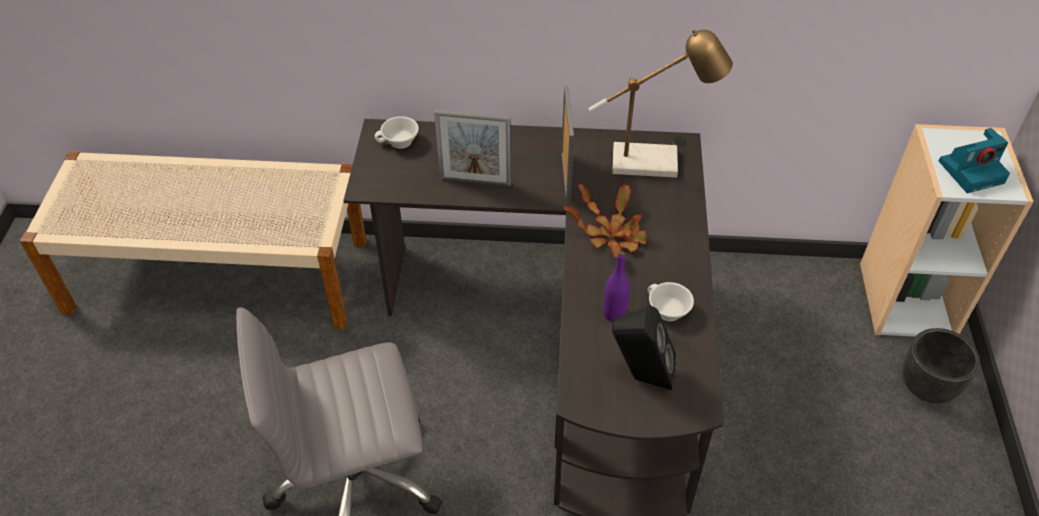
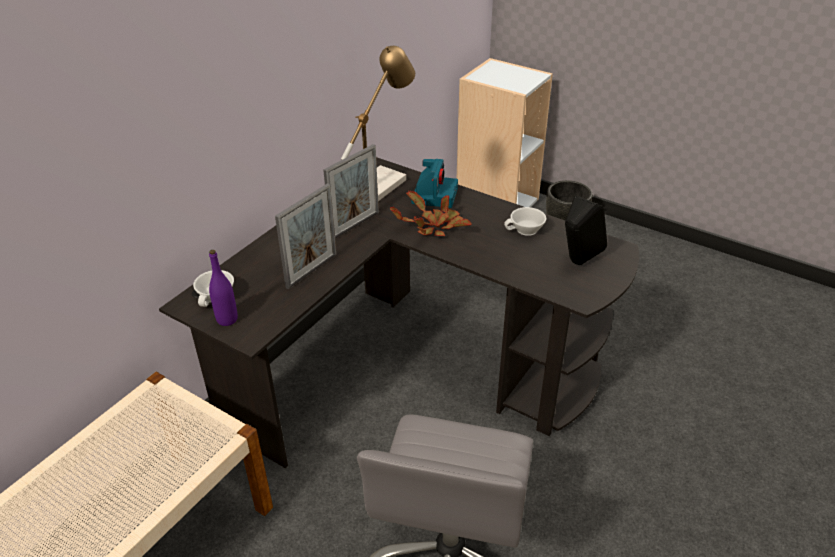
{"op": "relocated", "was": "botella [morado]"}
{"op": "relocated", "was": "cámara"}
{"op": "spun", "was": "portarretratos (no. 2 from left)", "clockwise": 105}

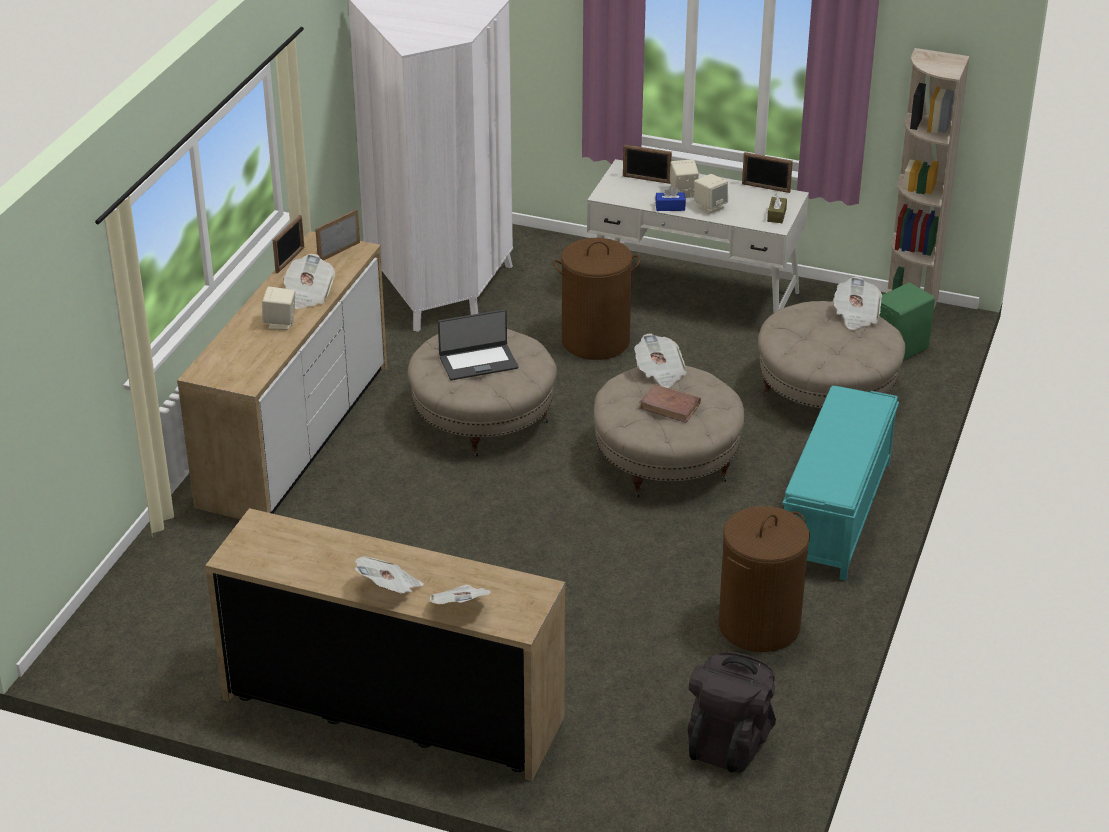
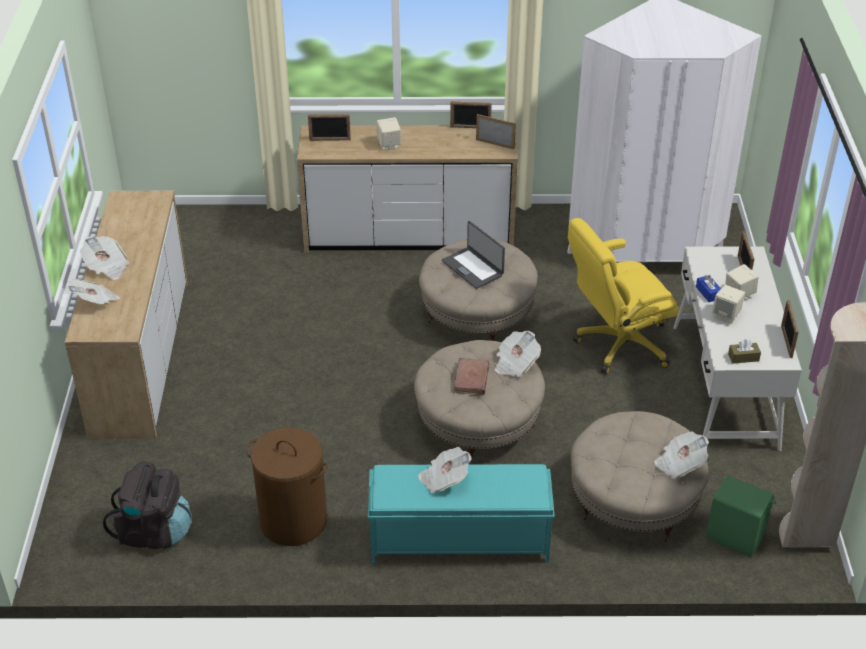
{"op": "appeared", "now": "portarretratos (no. 1 from left)"}
{"op": "relocated", "was": "periódico (no. 1 from left in the first image)", "now": "periódico (no. 3 from left)"}
{"op": "exchanged", "was": "cesto de la ropa [marrón] (no. 1 from left)", "now": "silla de oficina [amarillo]"}

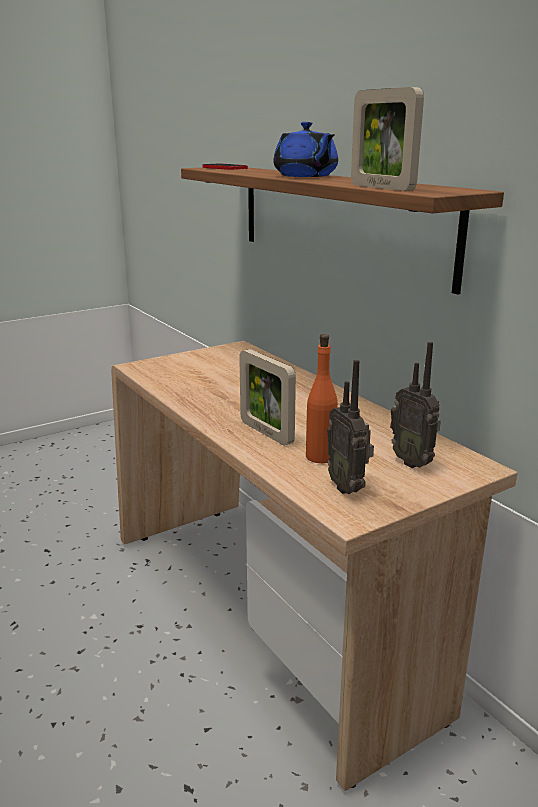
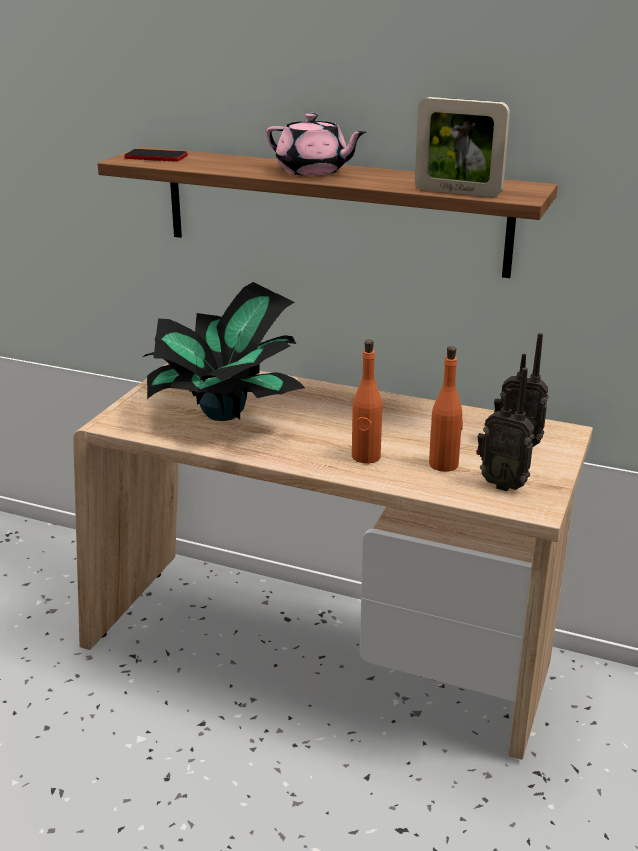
{"op": "appeared", "now": "planta en maceta"}
{"op": "exchanged", "was": "portarretratos (no. 1 from left)", "now": "botella [naranja] (no. 1 from left)"}
{"op": "colour", "was": "tetera [azul]", "now": "tetera [rosa]"}

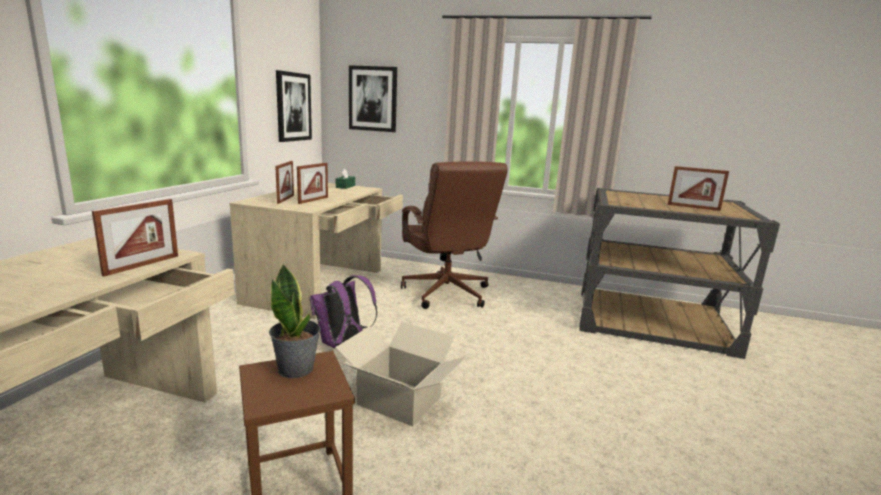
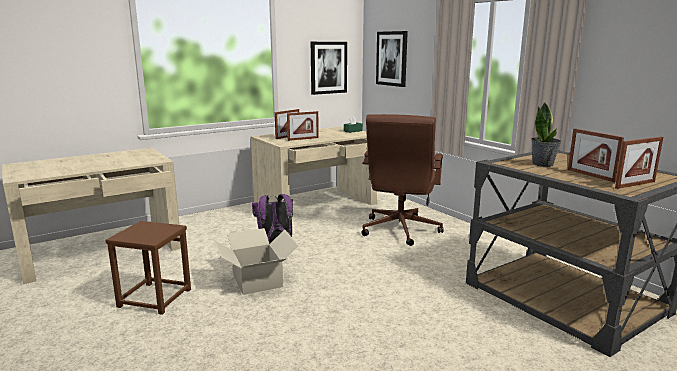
{"op": "relocated", "was": "portarretratos (no. 1 from left in the first image)", "now": "portarretratos (no. 4 from left)"}
{"op": "relocated", "was": "planta en maceta"}

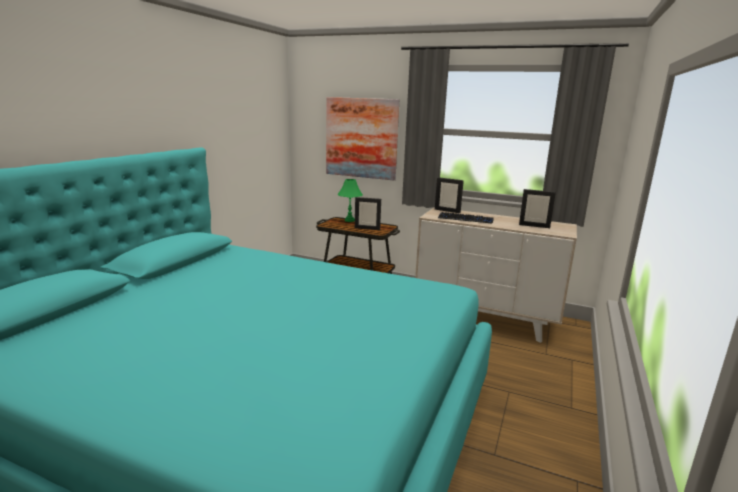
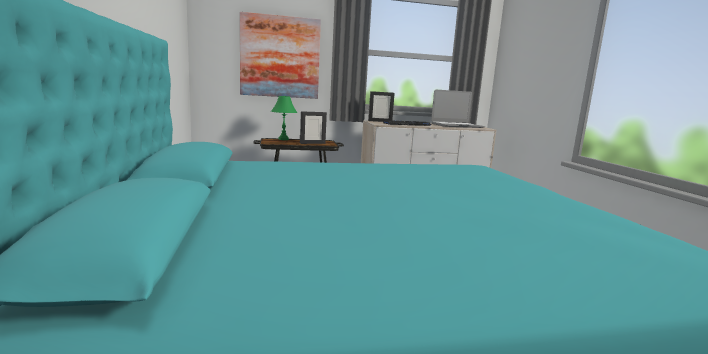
{"op": "exchanged", "was": "portarretratos (no. 3 from left)", "now": "portátil"}

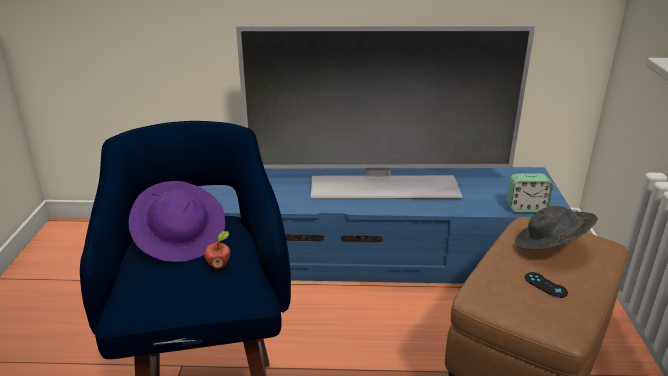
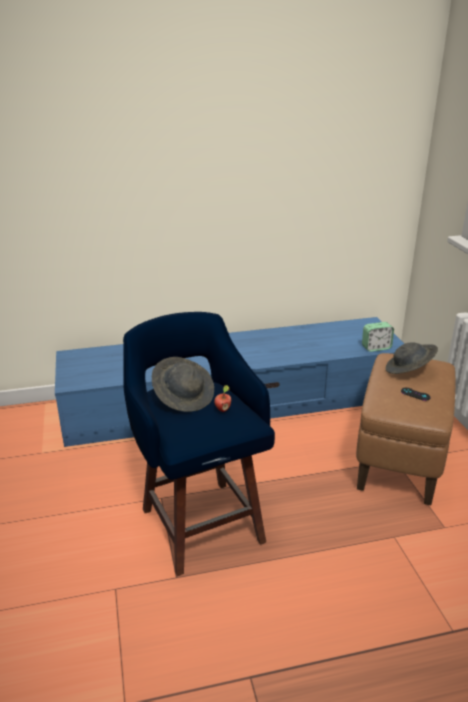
{"op": "missing", "was": "televisor"}
{"op": "colour", "was": "sombrero [morado]", "now": "sombrero [gris] (no. 1 from left)"}

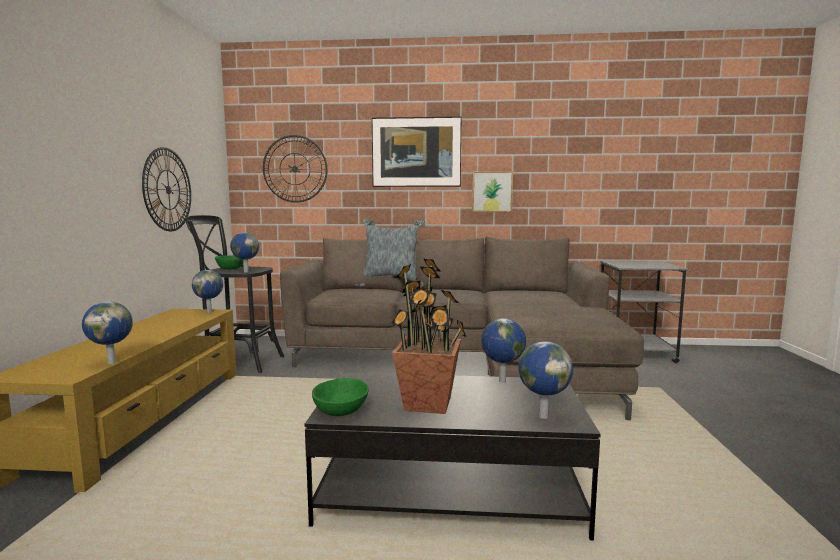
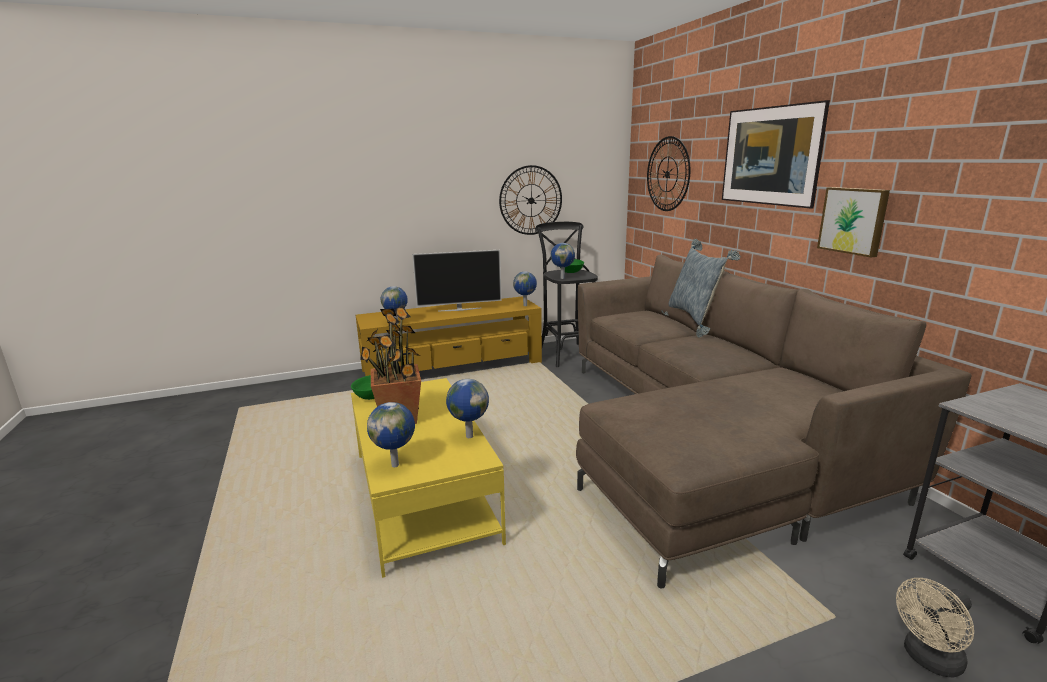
{"op": "appeared", "now": "televisor"}
{"op": "appeared", "now": "ventilador [beis]"}
{"op": "colour", "was": "mesa de centro [negro]", "now": "mesa de centro [amarillo]"}

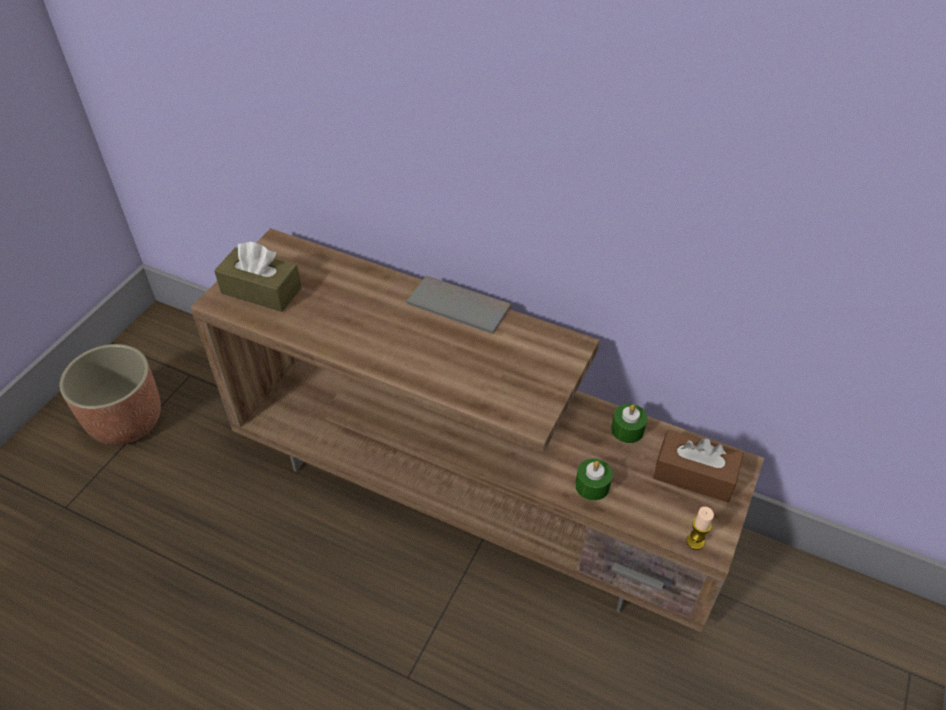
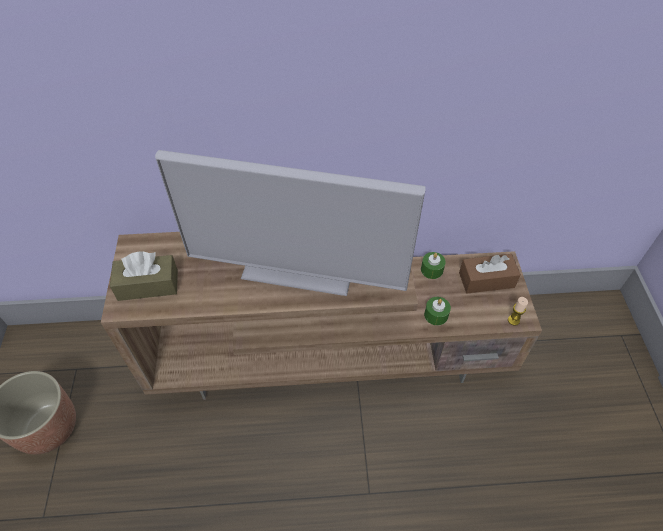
{"op": "appeared", "now": "televisor"}

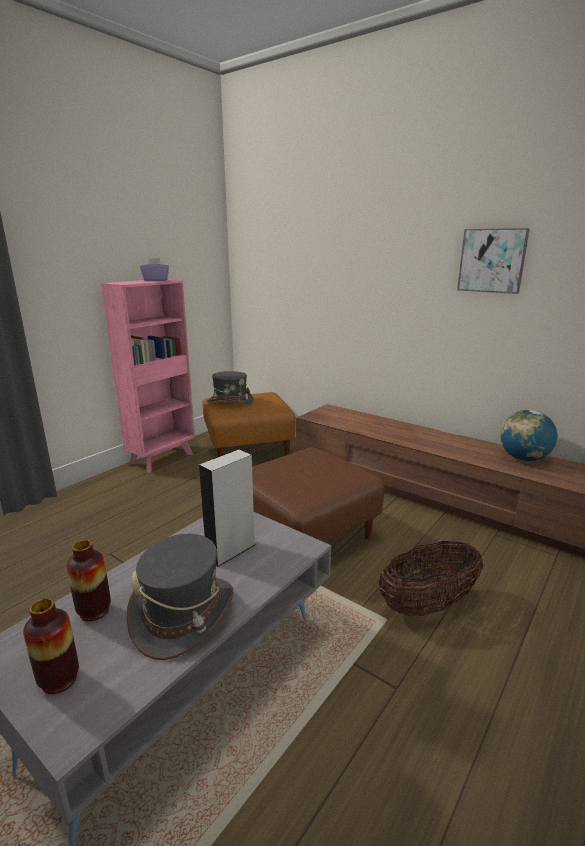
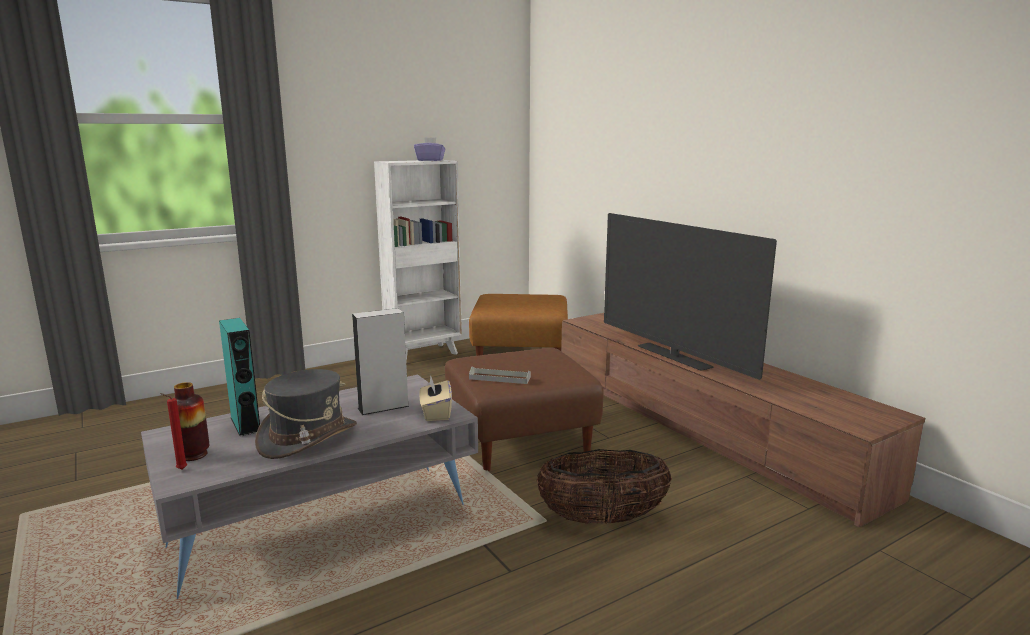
{"op": "missing", "was": "sombrero [gris] (no. 2 from left)"}
{"op": "missing", "was": "cuadro"}
{"op": "missing", "was": "globo terráqueo"}
{"op": "appeared", "now": "vela [rojo]"}
{"op": "appeared", "now": "caja de pañuelos [beis]"}
{"op": "appeared", "now": "bandeja [gris]"}
{"op": "appeared", "now": "televisor"}
{"op": "exchanged", "was": "florero (no. 2 from left)", "now": "altavoz [turquesa]"}
{"op": "colour", "was": "estantería [rosa]", "now": "estantería [blanco]"}

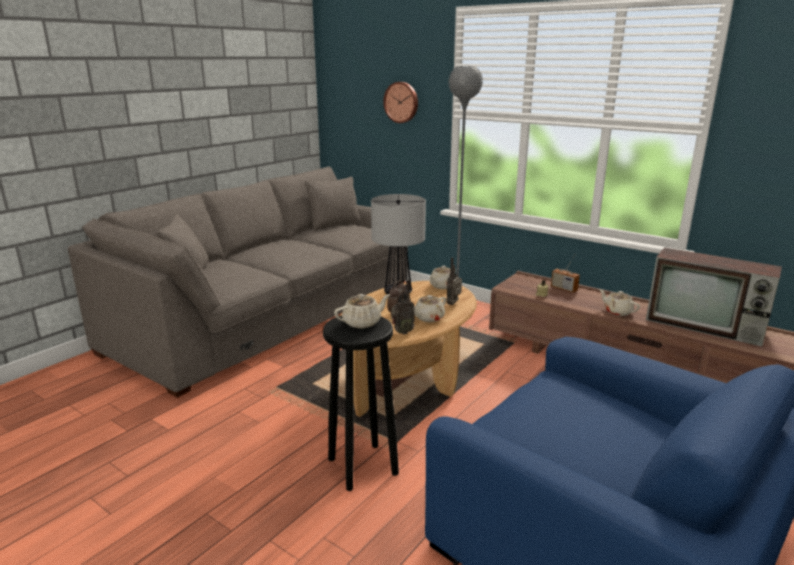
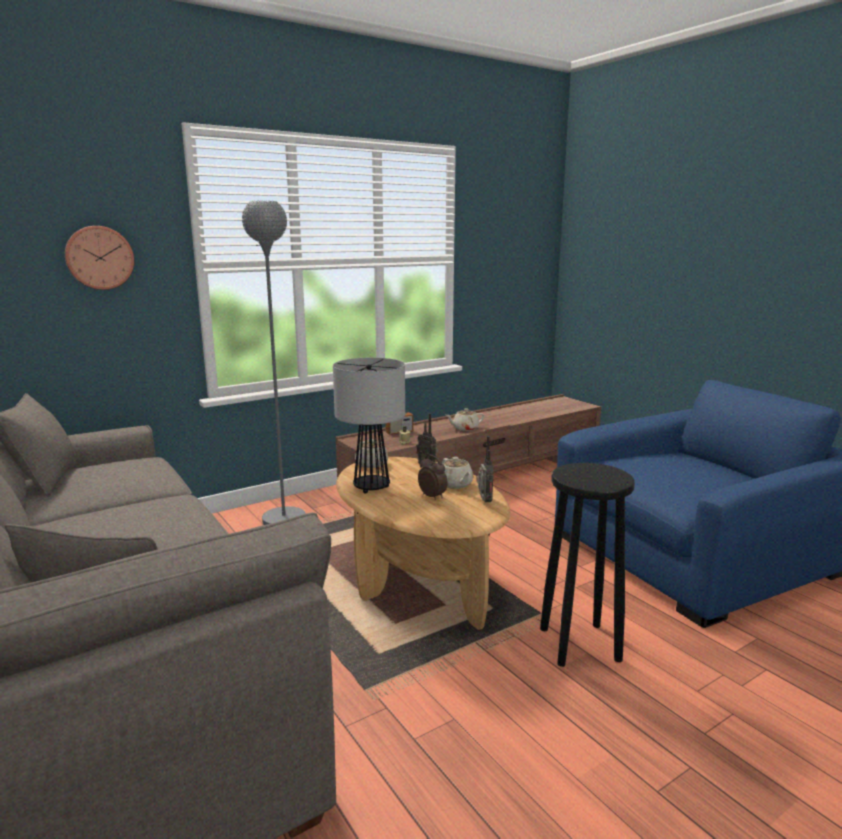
{"op": "missing", "was": "tetera [beis] (no. 1 from left)"}
{"op": "missing", "was": "televisor"}

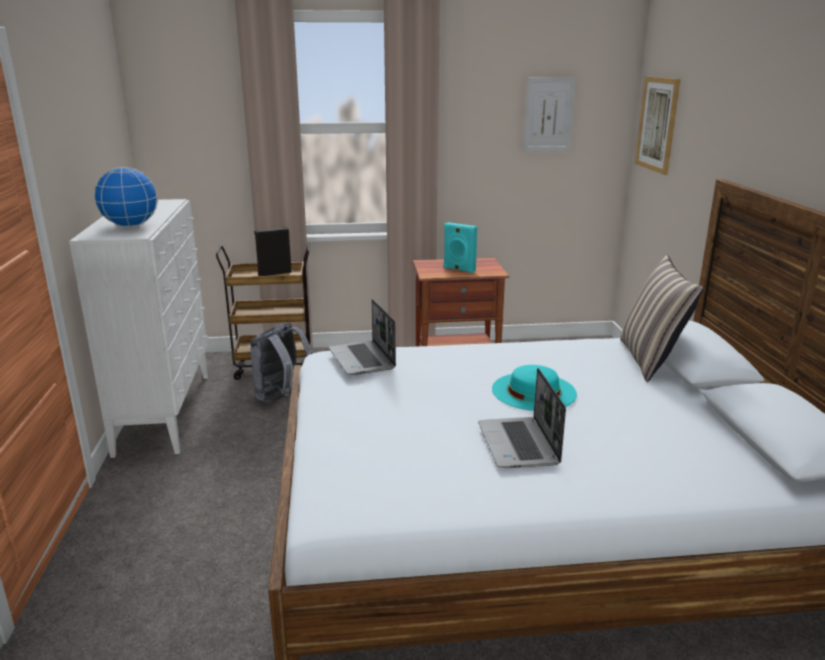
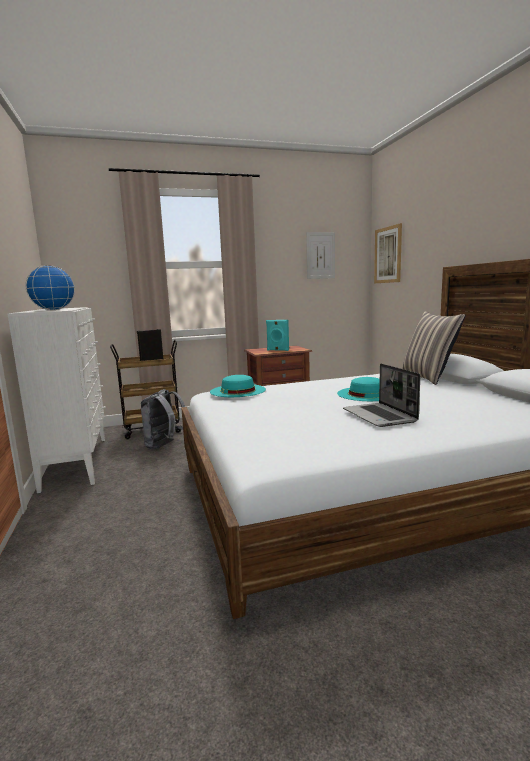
{"op": "exchanged", "was": "portátil (no. 1 from left)", "now": "sombrero [turquesa] (no. 1 from left)"}

